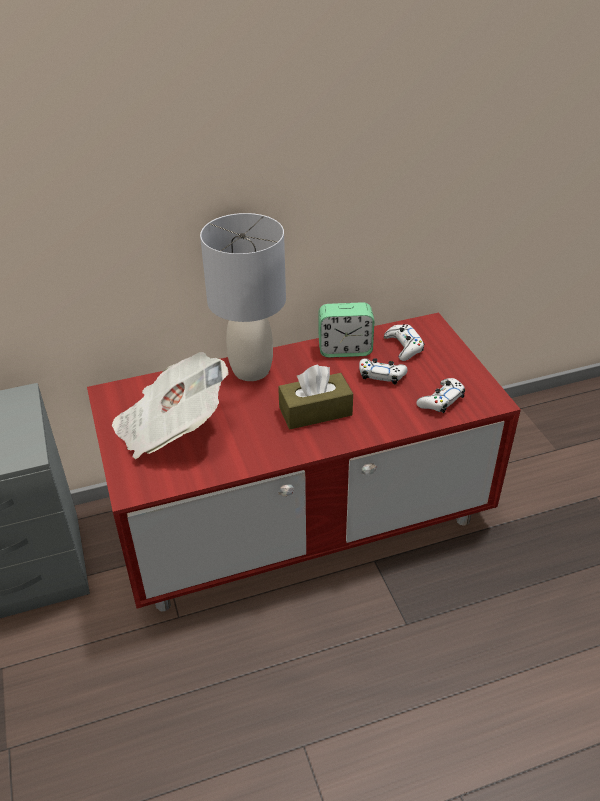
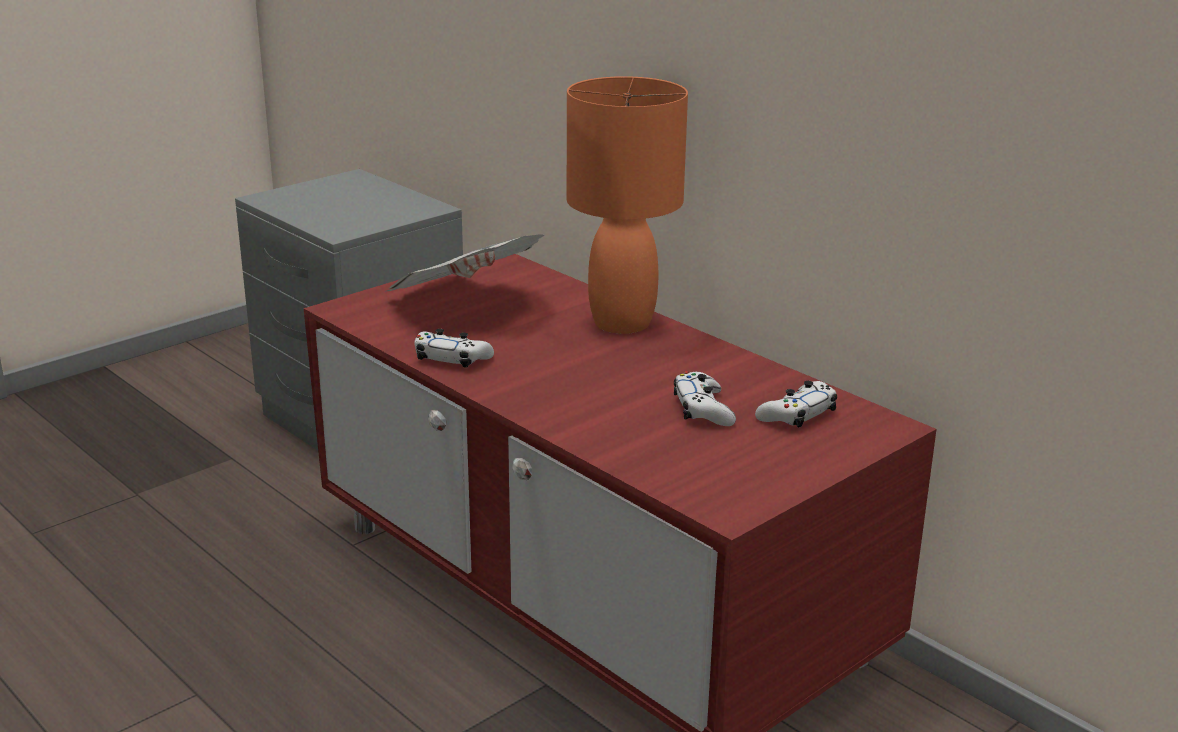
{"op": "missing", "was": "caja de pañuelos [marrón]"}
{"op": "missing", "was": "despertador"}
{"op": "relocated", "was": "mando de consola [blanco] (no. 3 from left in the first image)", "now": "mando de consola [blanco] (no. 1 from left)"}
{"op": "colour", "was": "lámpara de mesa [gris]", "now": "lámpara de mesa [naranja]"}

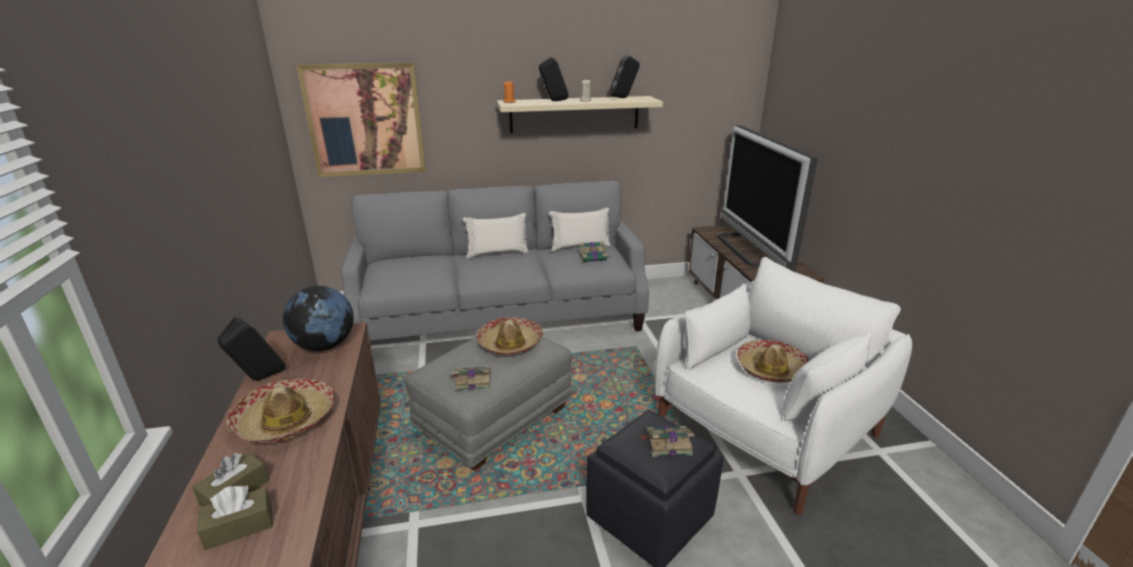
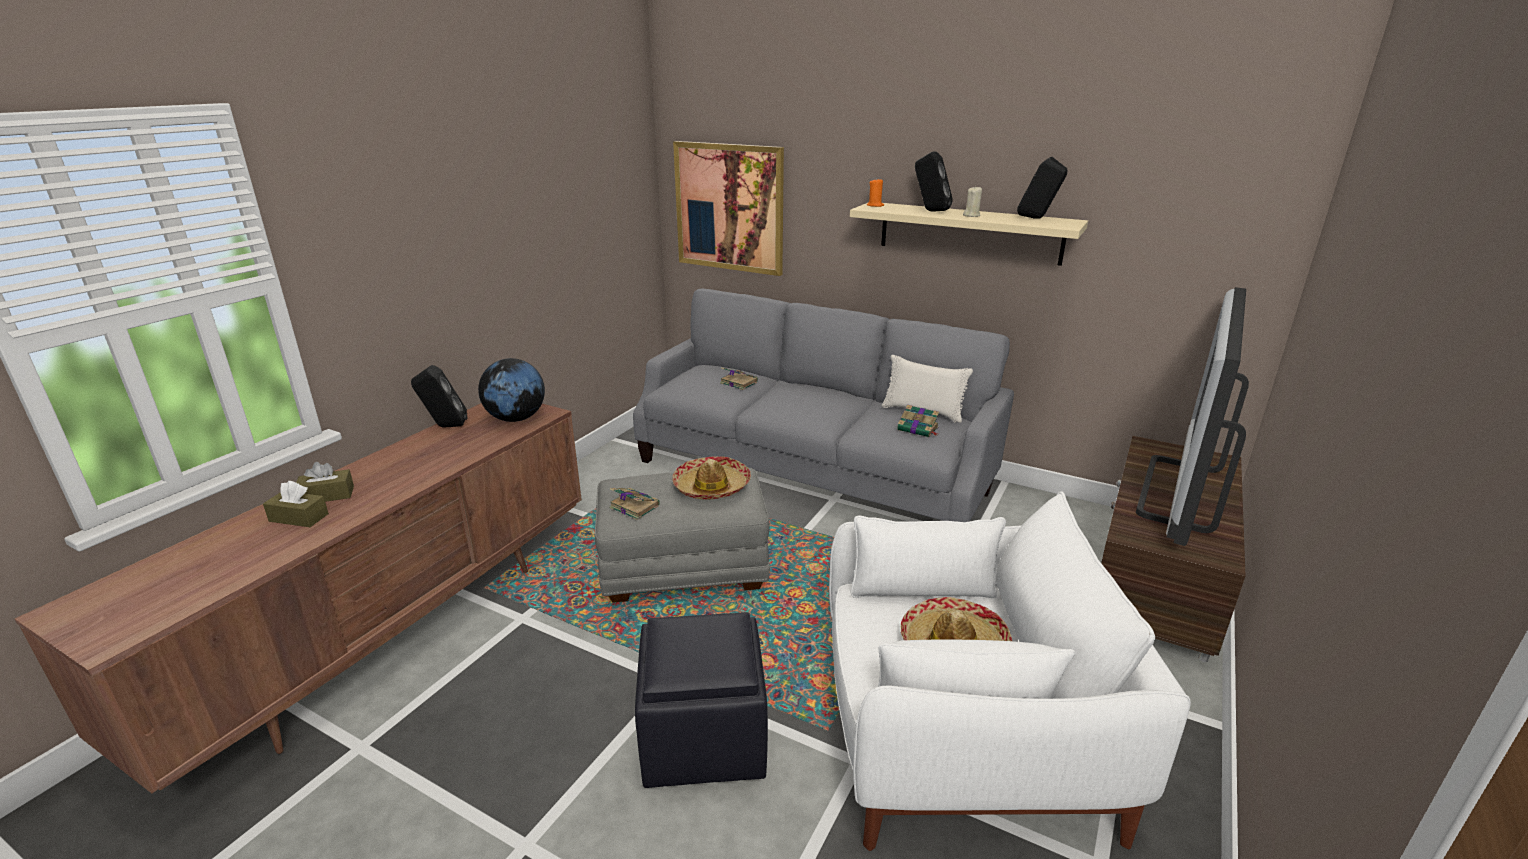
{"op": "missing", "was": "sombrero (no. 1 from left)"}
{"op": "missing", "was": "cojín [blanco] (no. 1 from left)"}
{"op": "relocated", "was": "libro (no. 3 from left in the first image)", "now": "libro (no. 2 from left)"}

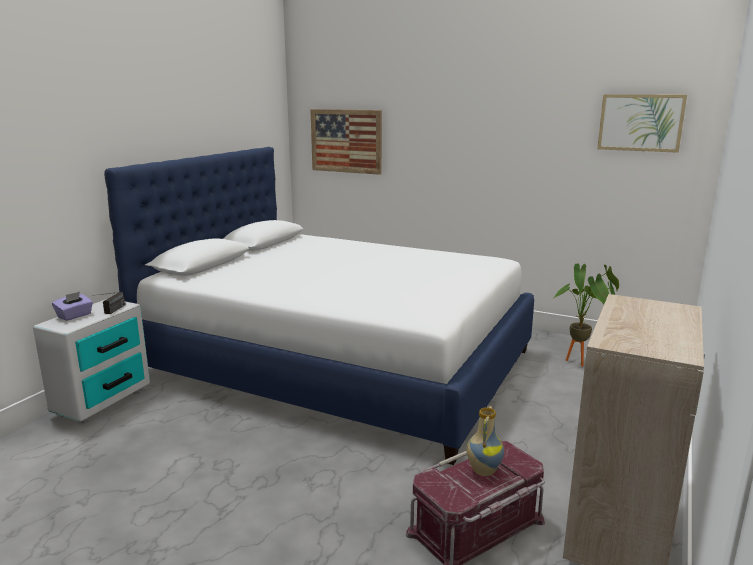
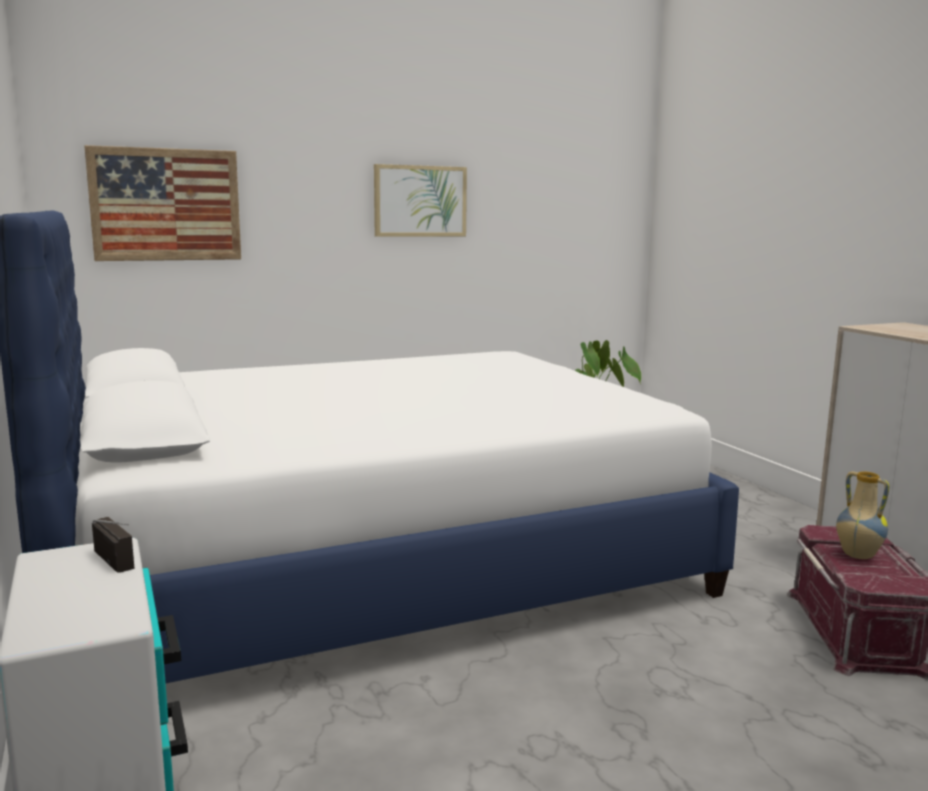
{"op": "missing", "was": "caja de pañuelos [morado]"}
{"op": "relocated", "was": "cuadro (no. 2 from left)"}

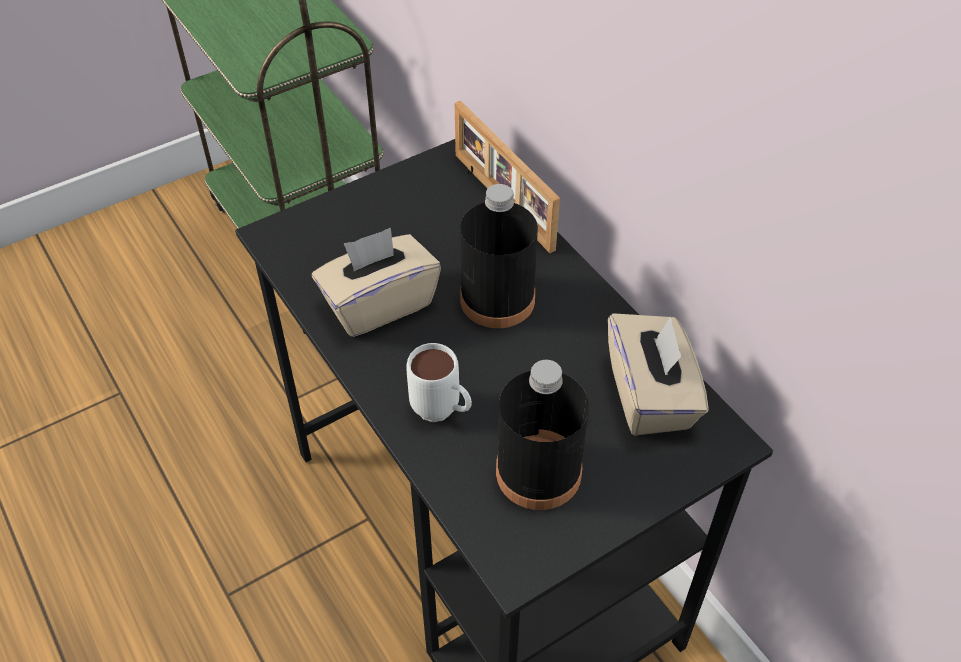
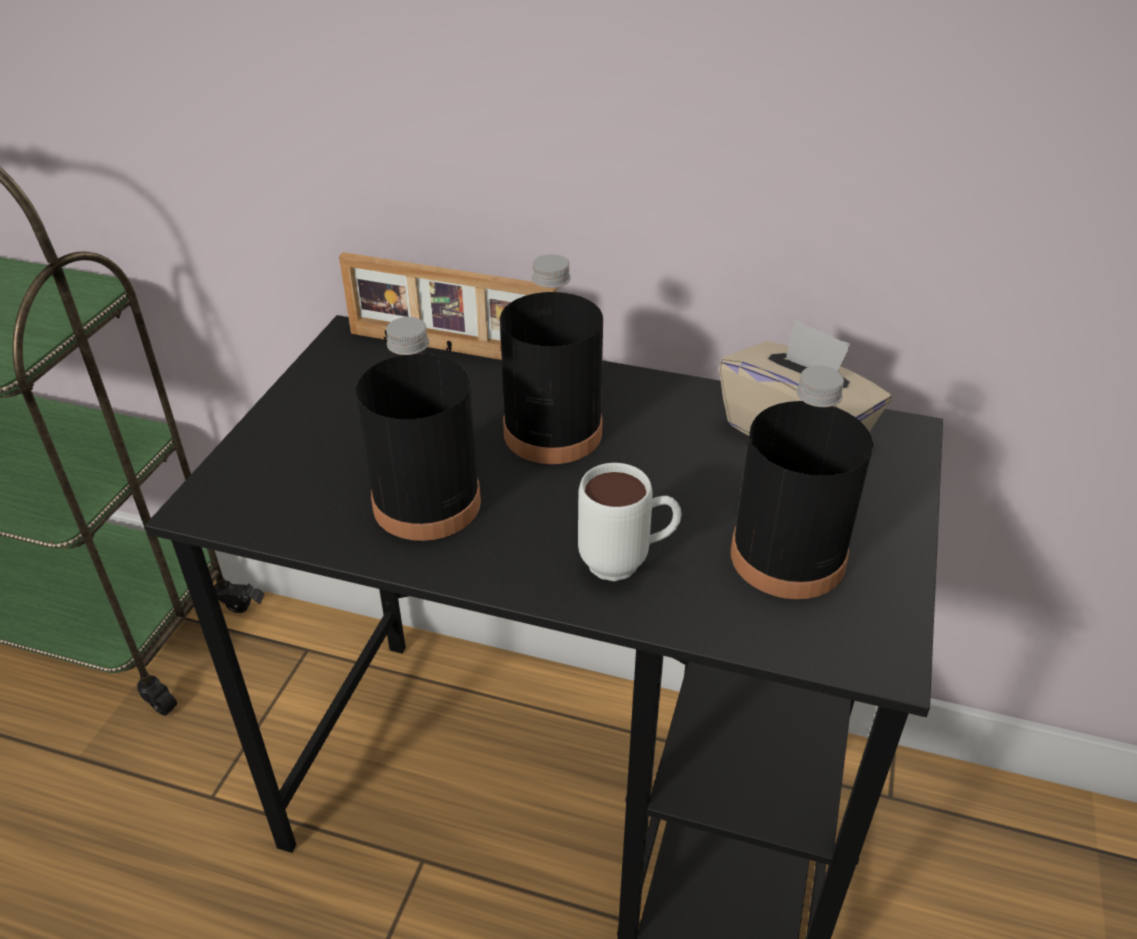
{"op": "exchanged", "was": "caja de pañuelos [beis] (no. 1 from left)", "now": "botella [negro] (no. 1 from left)"}

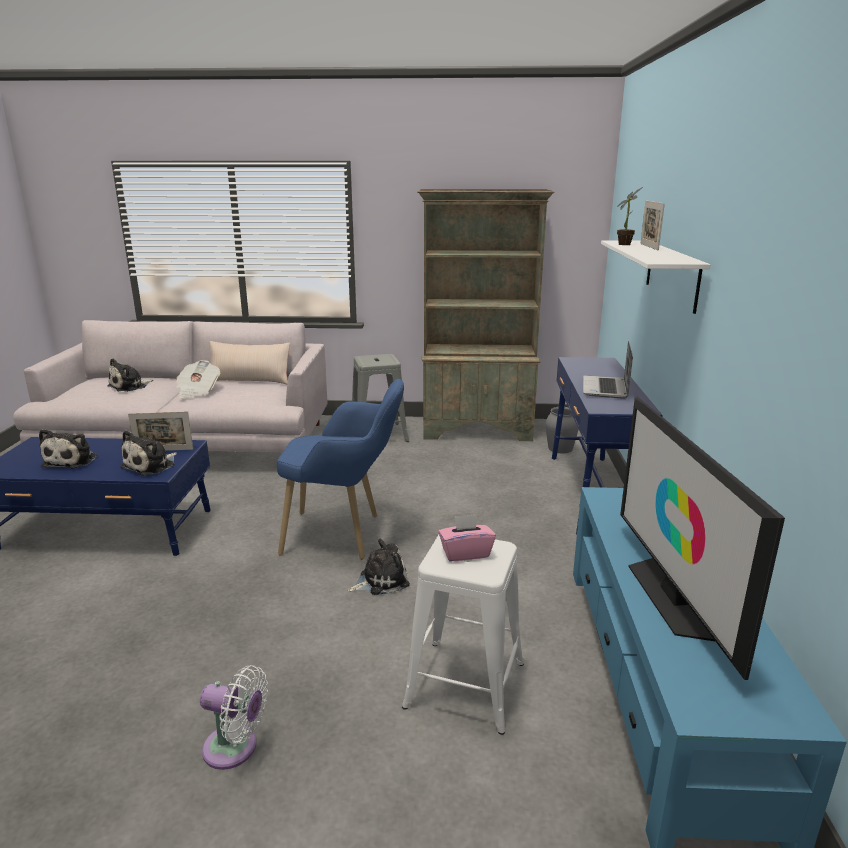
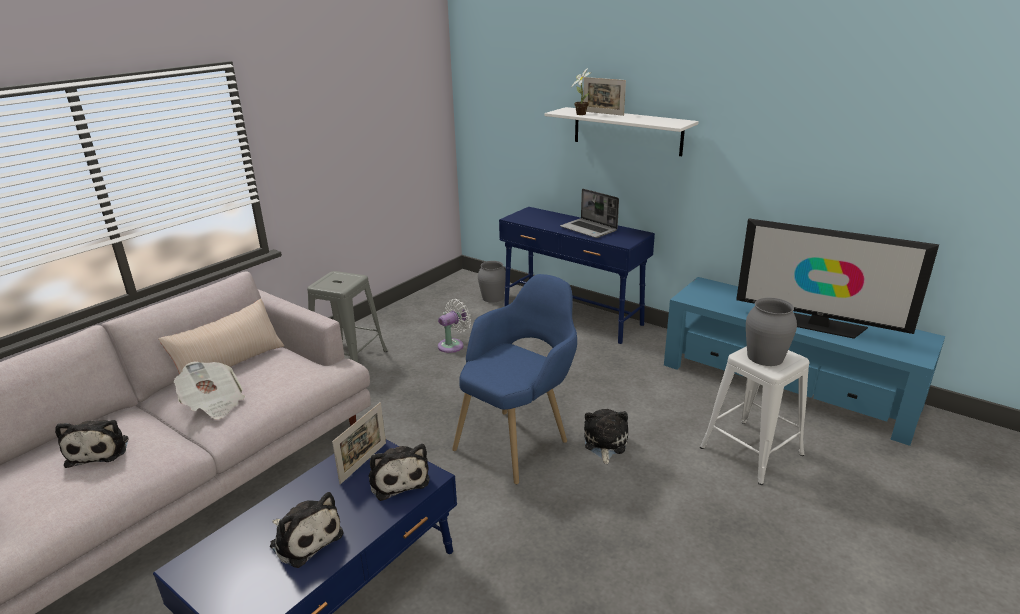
{"op": "missing", "was": "estantería [verde]"}
{"op": "relocated", "was": "ventilador [blanco]"}
{"op": "exchanged", "was": "caja de pañuelos [rosa]", "now": "florero [gris] (no. 2 from left)"}

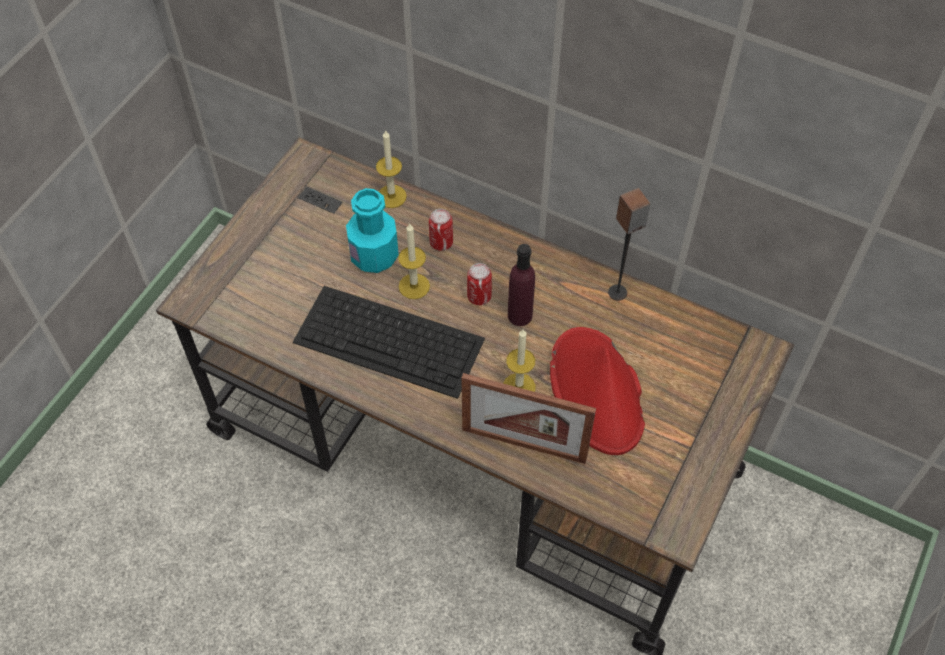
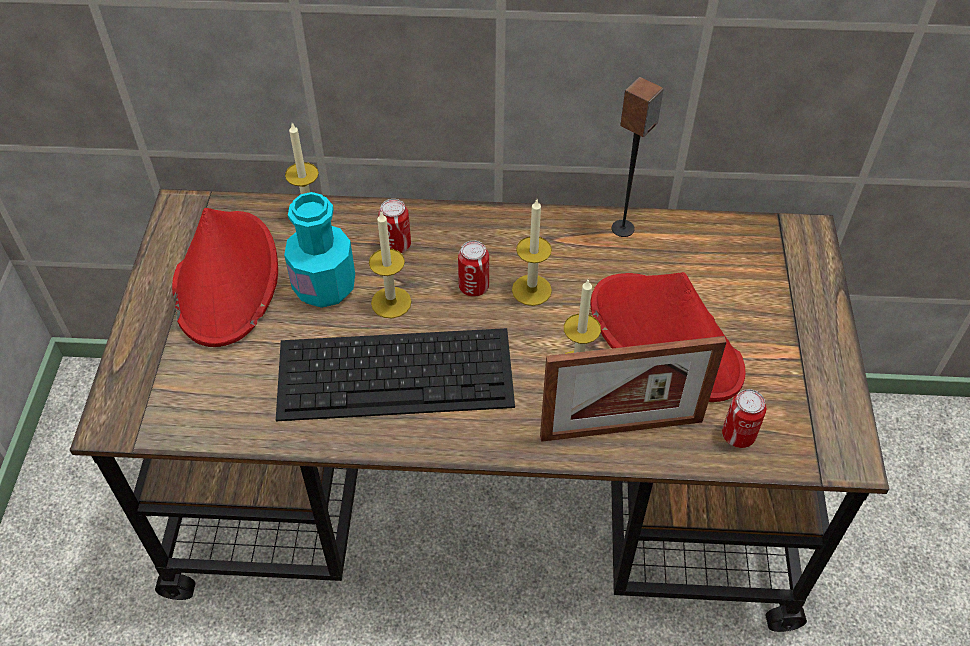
{"op": "appeared", "now": "sombrero [rojo] (no. 1 from left)"}
{"op": "appeared", "now": "lata (no. 3 from left)"}
{"op": "exchanged", "was": "botella [morado]", "now": "vela (no. 3 from left)"}

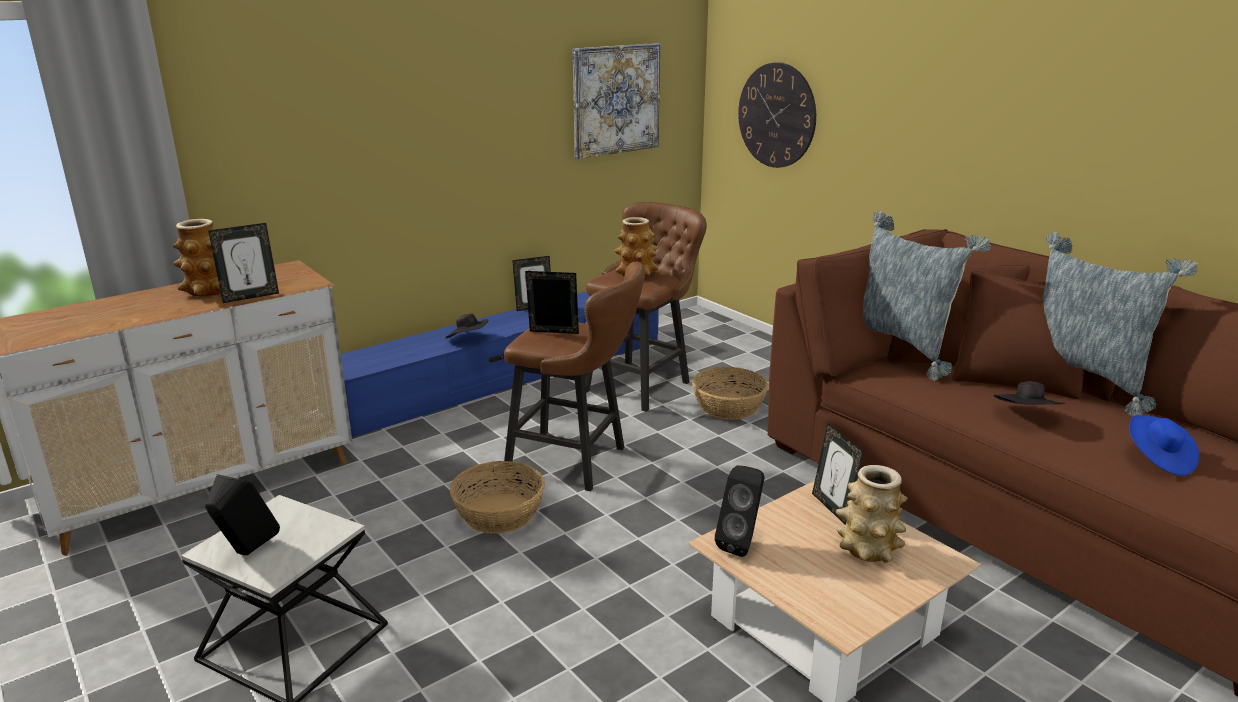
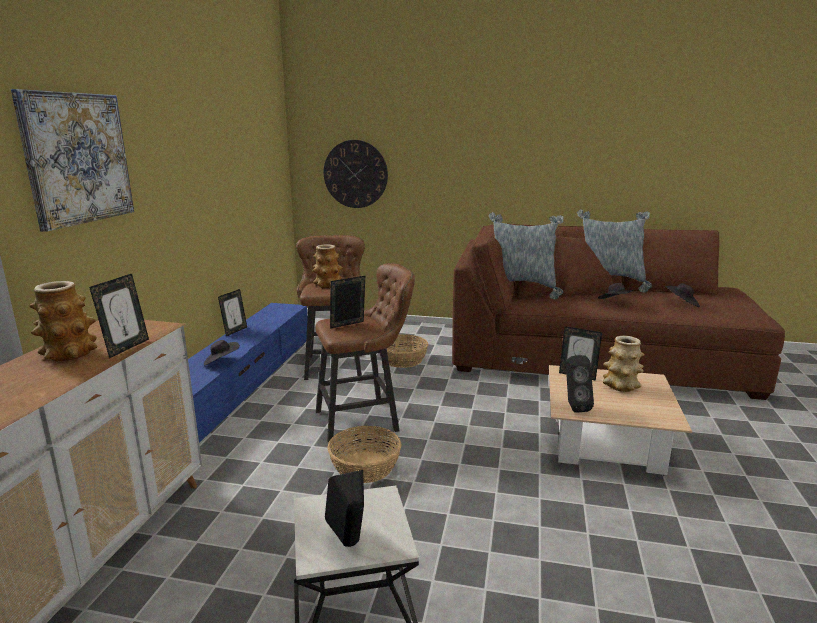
{"op": "relocated", "was": "cuadro"}
{"op": "colour", "was": "sombrero [azul]", "now": "sombrero [negro] (no. 3 from left)"}

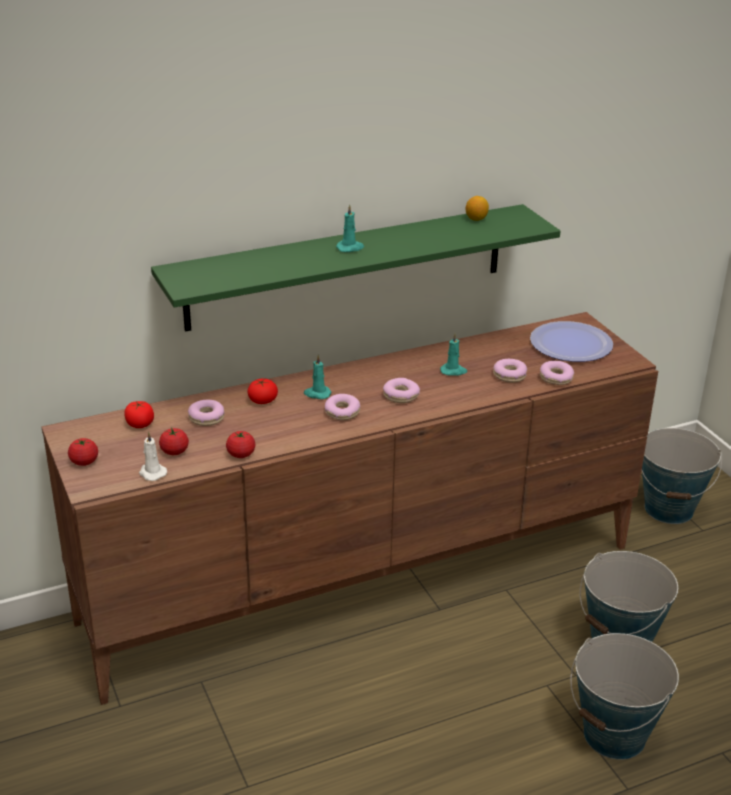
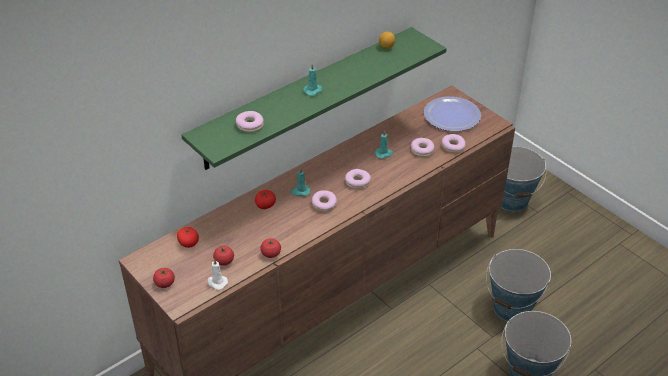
{"op": "relocated", "was": "rosquilla (no. 1 from left)"}

